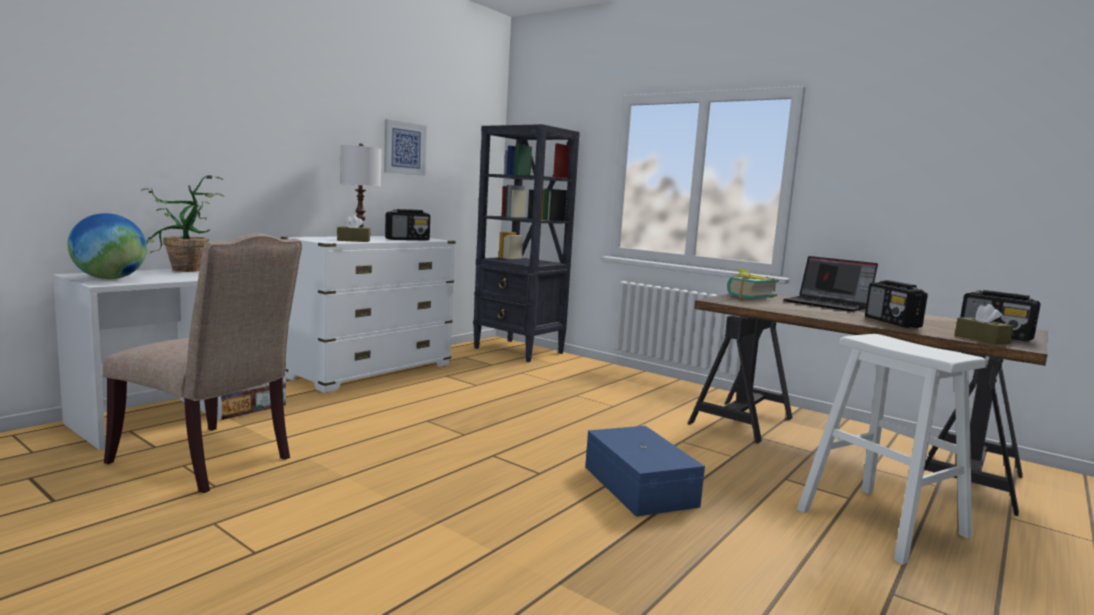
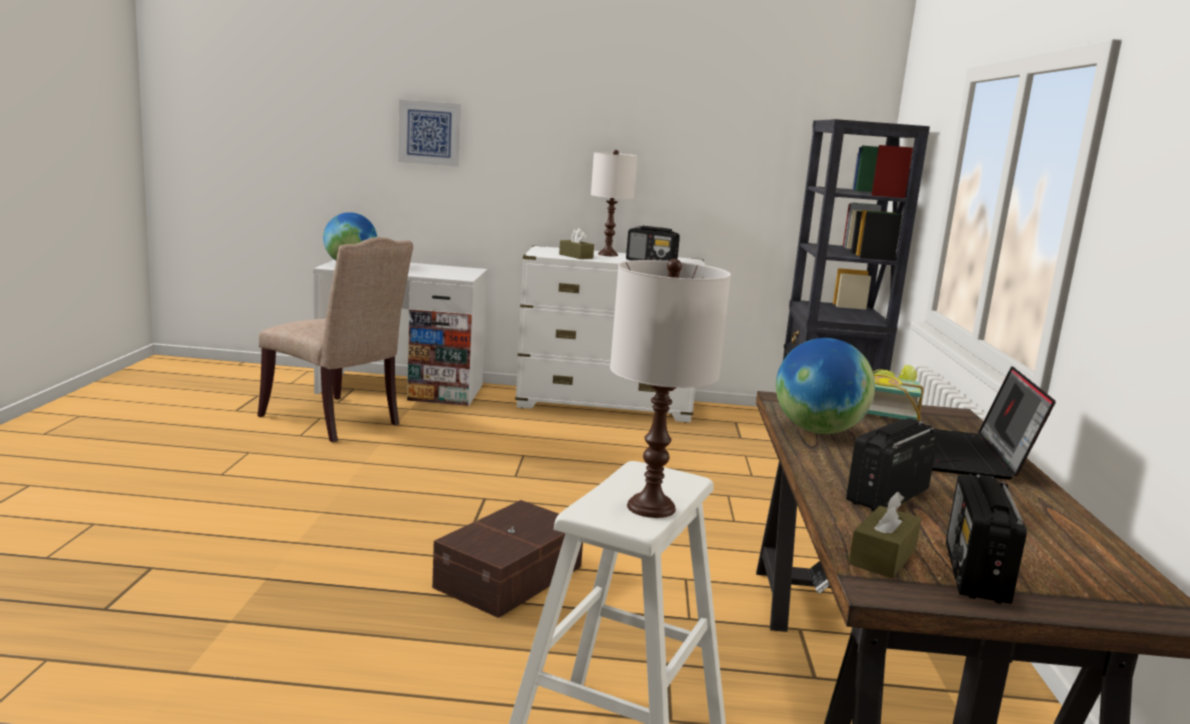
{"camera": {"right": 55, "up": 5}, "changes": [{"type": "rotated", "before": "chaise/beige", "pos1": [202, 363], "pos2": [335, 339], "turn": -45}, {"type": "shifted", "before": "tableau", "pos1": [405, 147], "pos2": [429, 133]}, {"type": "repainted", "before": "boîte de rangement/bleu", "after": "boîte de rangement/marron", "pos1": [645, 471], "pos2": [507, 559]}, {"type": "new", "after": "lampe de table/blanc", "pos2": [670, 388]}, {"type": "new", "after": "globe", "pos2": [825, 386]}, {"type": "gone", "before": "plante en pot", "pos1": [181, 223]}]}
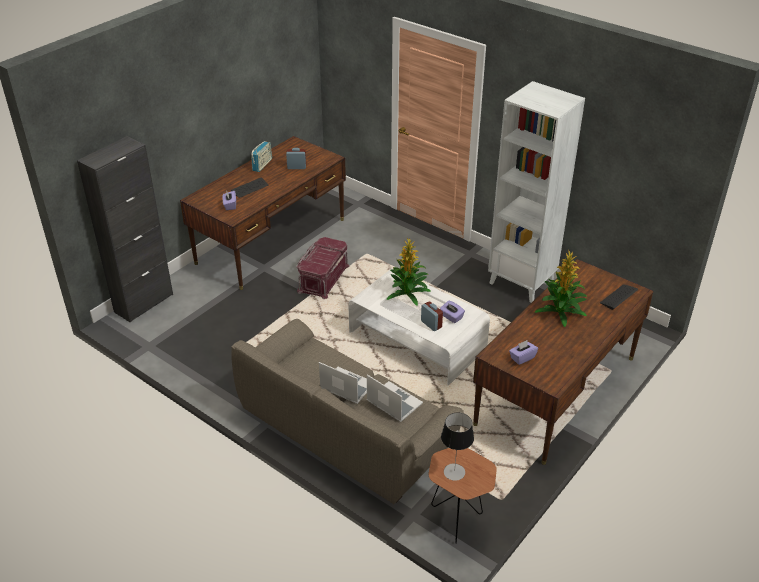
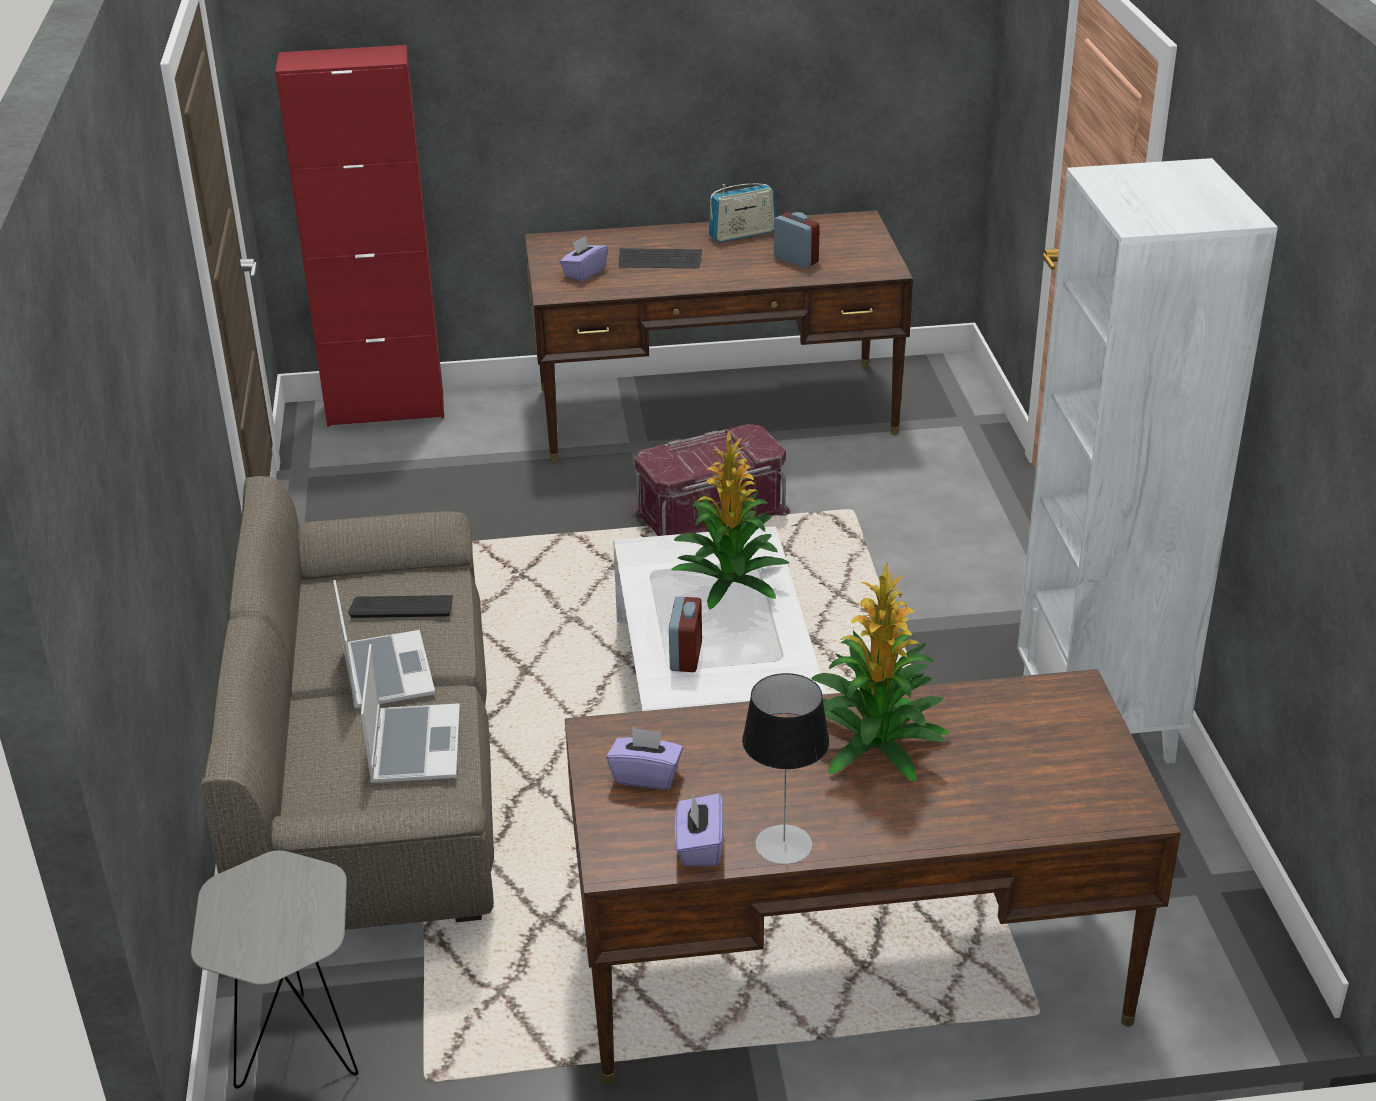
{"camera": {"right": 45, "up": -5}, "changes": [{"type": "repainted", "before": "table d'appoint/marron", "after": "table d'appoint/gris", "pos1": [462, 495], "pos2": [274, 969]}, {"type": "repainted", "before": "meuble de rangement/noir", "after": "meuble de rangement/rouge", "pos1": [125, 229], "pos2": [359, 236]}, {"type": "shifted", "before": "clavier", "pos1": [619, 297], "pos2": [400, 606]}, {"type": "shifted", "before": "boîte à mouchoirs/violet", "pos1": [452, 312], "pos2": [699, 829]}, {"type": "shifted", "before": "lampe de table", "pos1": [457, 446], "pos2": [786, 768]}]}
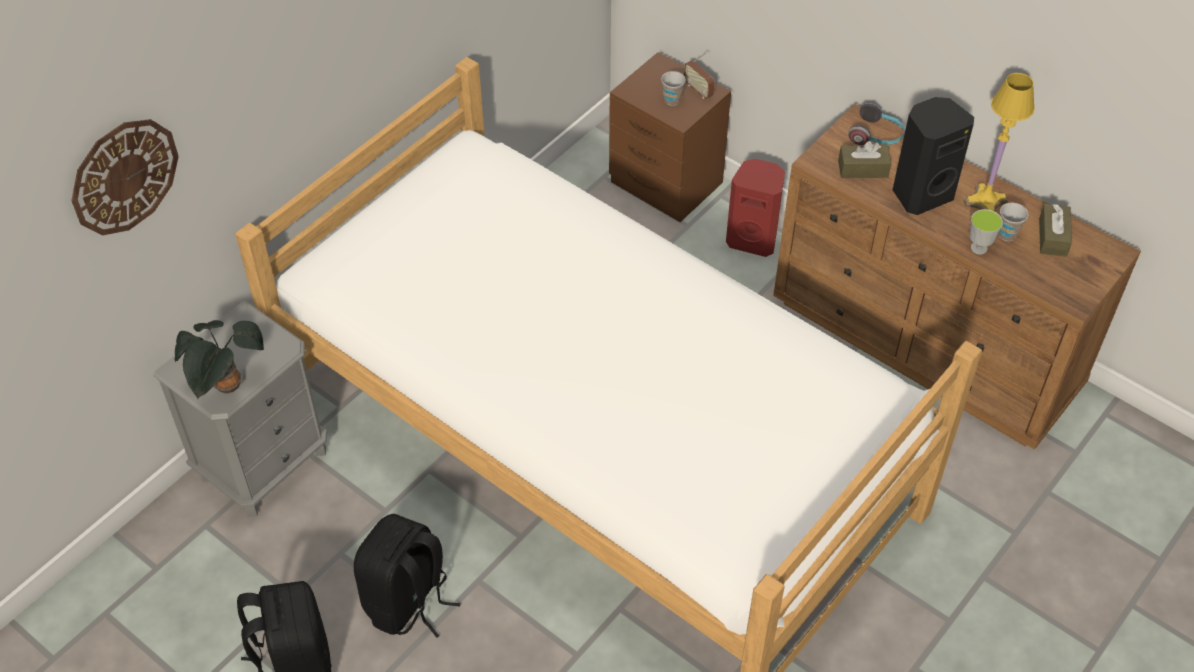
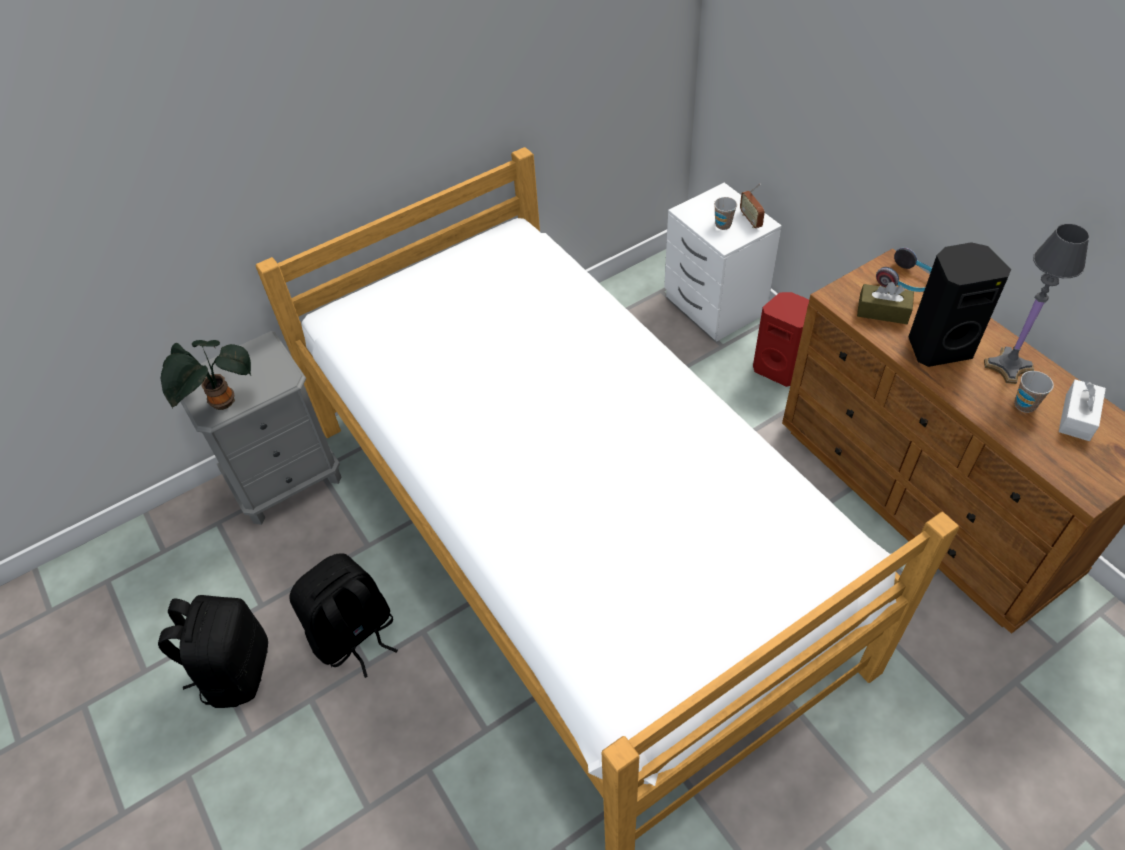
{"camera": {"right": 20, "up": 0}, "changes": [{"type": "repainted", "before": "table de chevet/marron", "after": "table de chevet/blanc", "pos1": [670, 137], "pos2": [723, 262]}, {"type": "repainted", "before": "lampe de table/jaune", "after": "lampe de table/gris", "pos1": [999, 142], "pos2": [1036, 303]}, {"type": "repainted", "before": "boîte à mouchoirs/marron", "after": "boîte à mouchoirs/blanc", "pos1": [1055, 230], "pos2": [1082, 410]}, {"type": "gone", "before": "horloge murale", "pos1": [125, 177]}, {"type": "gone", "before": "tasse", "pos1": [986, 232]}]}
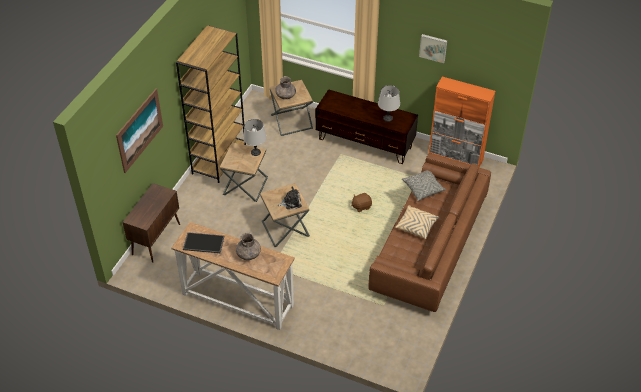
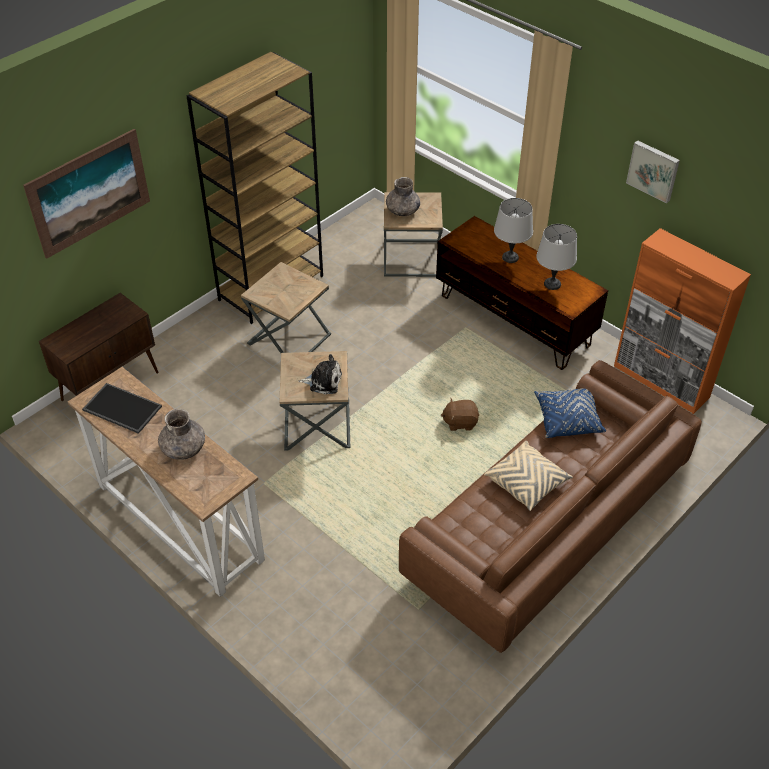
{"camera": {"right": 20, "up": 0}, "changes": [{"type": "shifted", "before": "lampe de table/gris", "pos1": [254, 137], "pos2": [513, 230]}, {"type": "repainted", "before": "coussin/gris", "after": "coussin/bleu", "pos1": [424, 186], "pos2": [570, 413]}]}
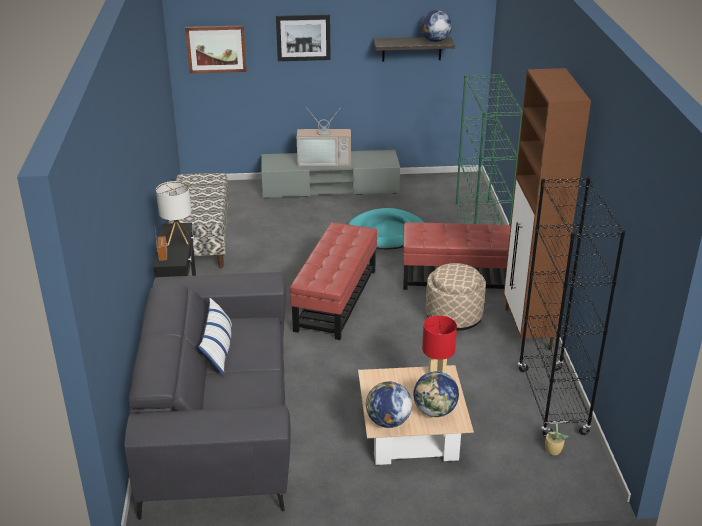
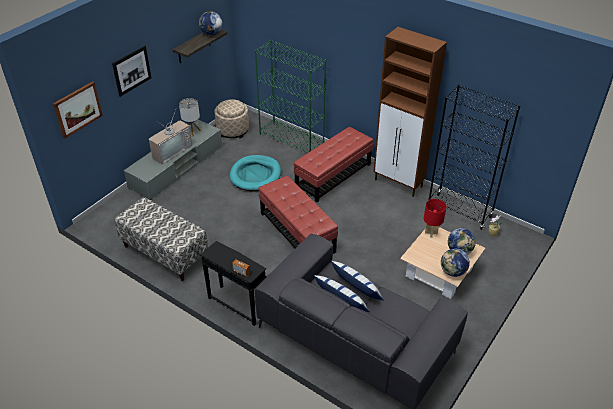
{"camera": {"right": -50, "up": 10}, "changes": [{"type": "shifted", "before": "lampe de table", "pos1": [173, 213], "pos2": [190, 117]}, {"type": "shifted", "before": "pouf/beige", "pos1": [456, 297], "pos2": [231, 118]}, {"type": "new", "after": "coussin", "pos2": [357, 281]}]}
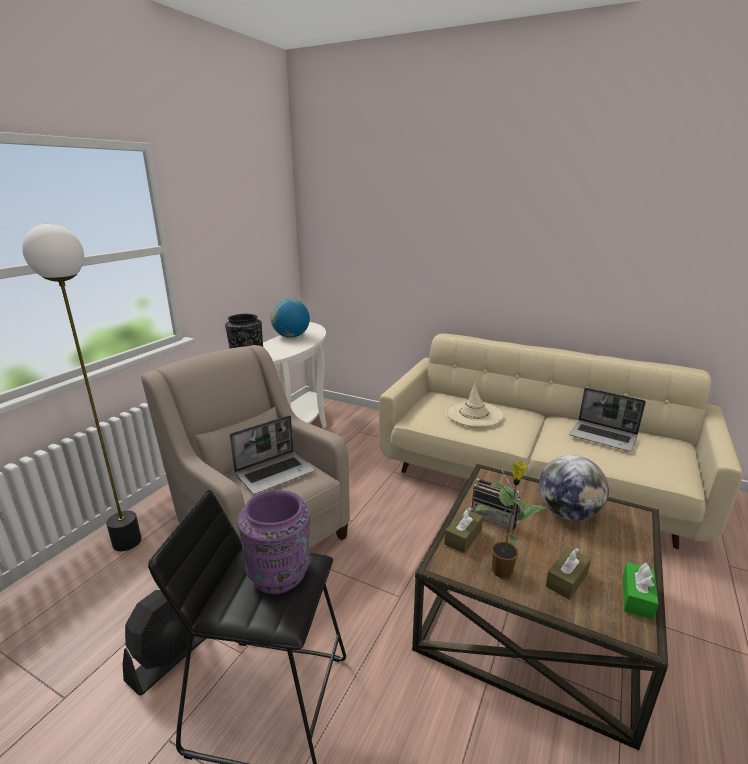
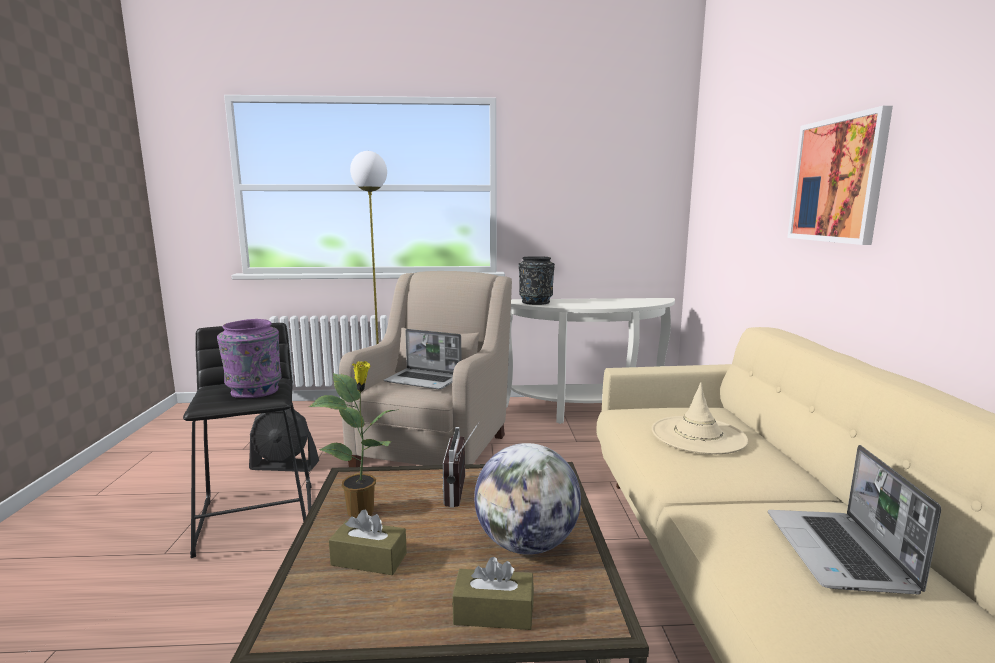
{"camera": {"right": 60, "up": -10}, "changes": [{"type": "shifted", "before": "boîte à mouchoirs/marron", "pos1": [463, 530], "pos2": [493, 593]}, {"type": "new", "after": "tableau", "pos2": [840, 175]}, {"type": "gone", "before": "globe", "pos1": [290, 318]}, {"type": "gone", "before": "boîte à mouchoirs/vert", "pos1": [640, 591]}]}
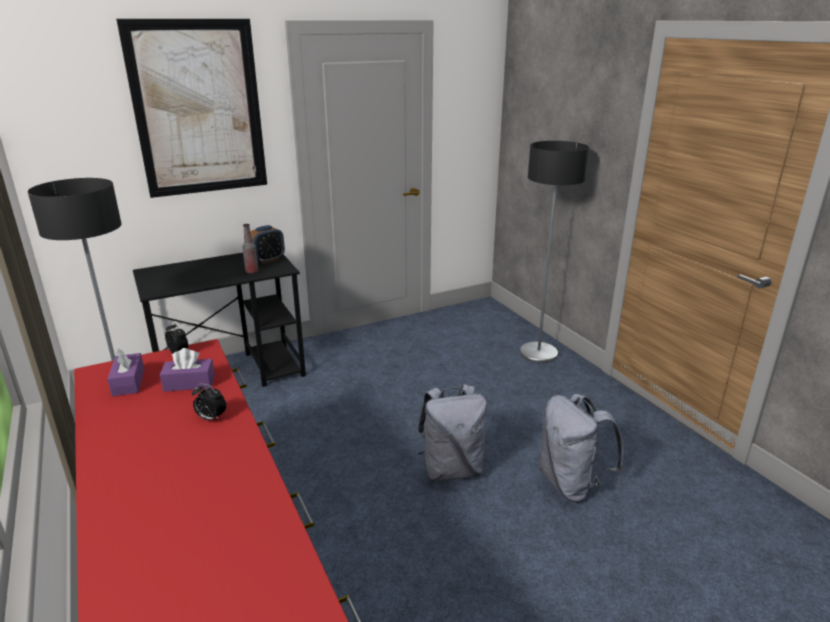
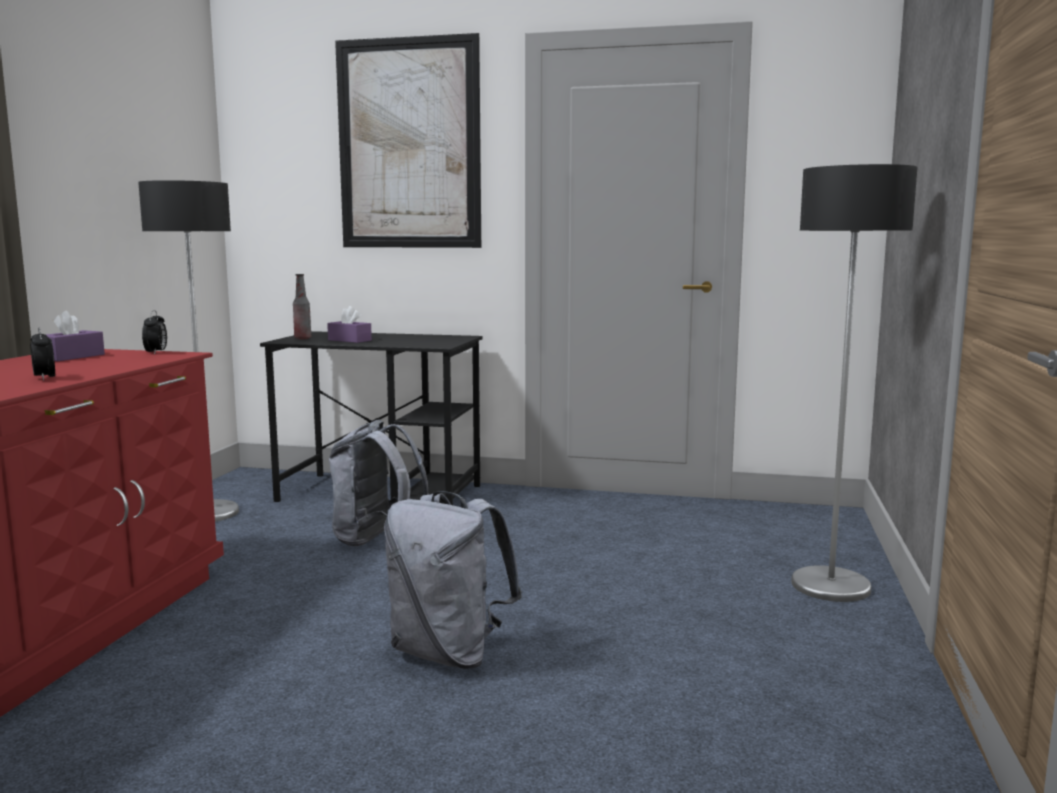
{"camera": {"right": 40, "up": -15}, "changes": [{"type": "shifted", "before": "bouteille", "pos1": [250, 249], "pos2": [302, 306]}, {"type": "shifted", "before": "boîte à mouchoirs/violet", "pos1": [187, 370], "pos2": [349, 324]}, {"type": "shifted", "before": "sac à dos/gris", "pos1": [581, 448], "pos2": [379, 483]}, {"type": "gone", "before": "réveil", "pos1": [267, 244]}]}
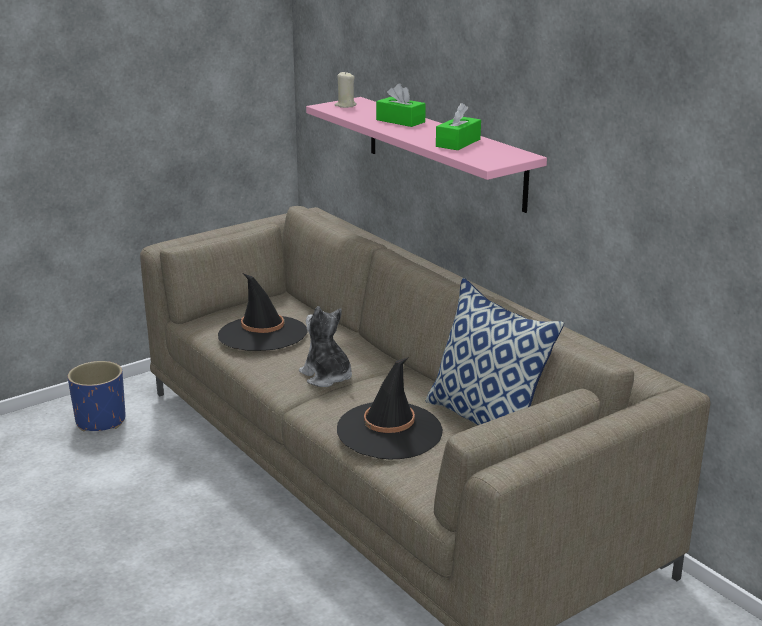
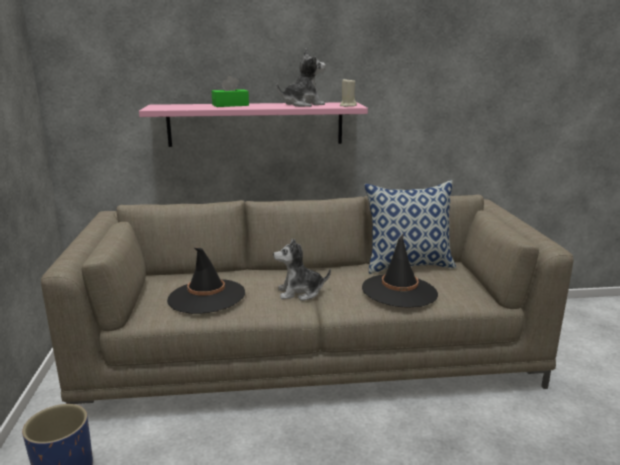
{"camera": {"right": -60, "up": -5}, "changes": [{"type": "swapped", "before": "boîte à mouchoirs/vert", "after": "peluche", "pos1": [458, 126], "pos2": [301, 77]}, {"type": "shifted", "before": "bougie/beige", "pos1": [345, 89], "pos2": [348, 92]}]}
